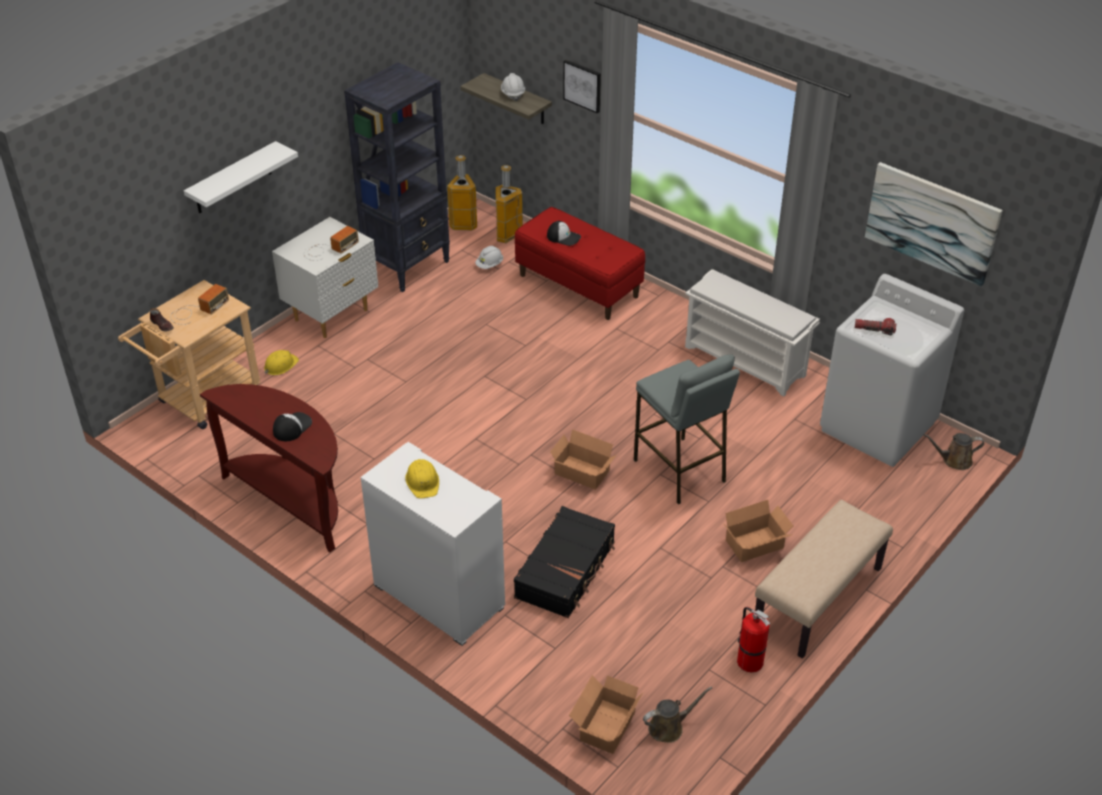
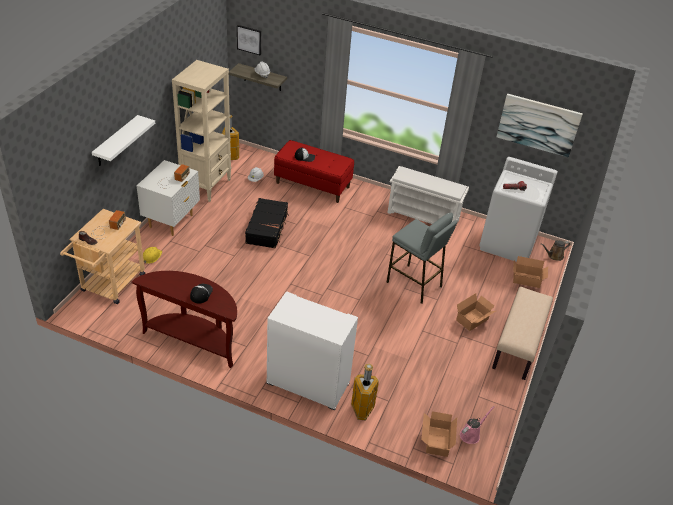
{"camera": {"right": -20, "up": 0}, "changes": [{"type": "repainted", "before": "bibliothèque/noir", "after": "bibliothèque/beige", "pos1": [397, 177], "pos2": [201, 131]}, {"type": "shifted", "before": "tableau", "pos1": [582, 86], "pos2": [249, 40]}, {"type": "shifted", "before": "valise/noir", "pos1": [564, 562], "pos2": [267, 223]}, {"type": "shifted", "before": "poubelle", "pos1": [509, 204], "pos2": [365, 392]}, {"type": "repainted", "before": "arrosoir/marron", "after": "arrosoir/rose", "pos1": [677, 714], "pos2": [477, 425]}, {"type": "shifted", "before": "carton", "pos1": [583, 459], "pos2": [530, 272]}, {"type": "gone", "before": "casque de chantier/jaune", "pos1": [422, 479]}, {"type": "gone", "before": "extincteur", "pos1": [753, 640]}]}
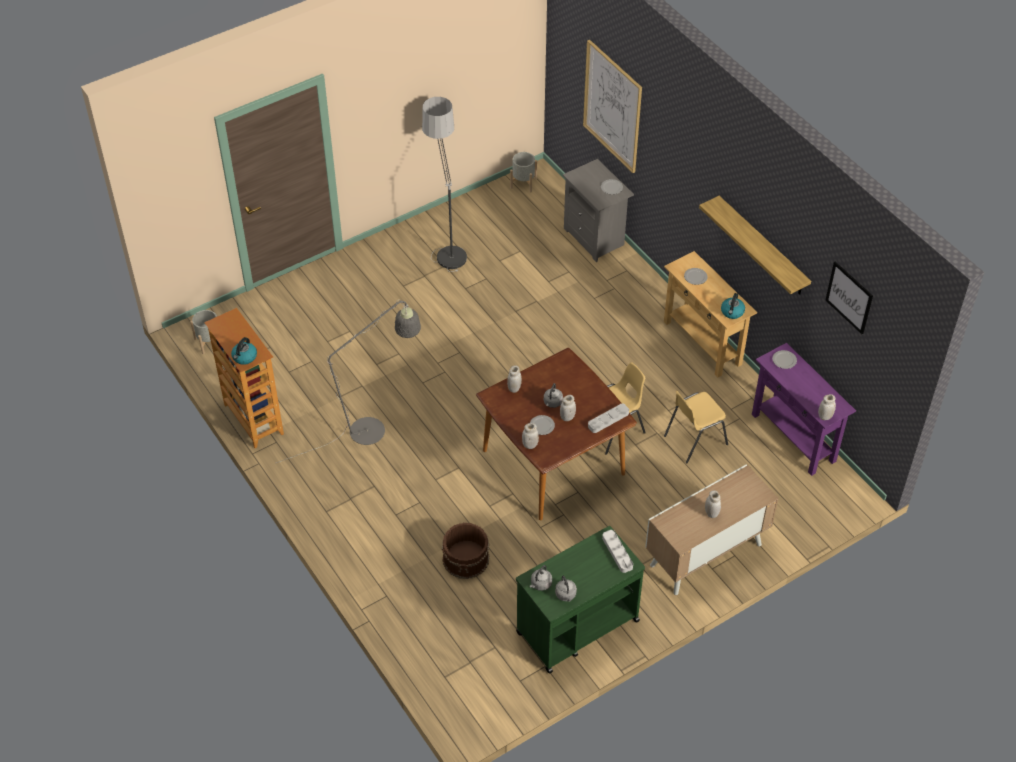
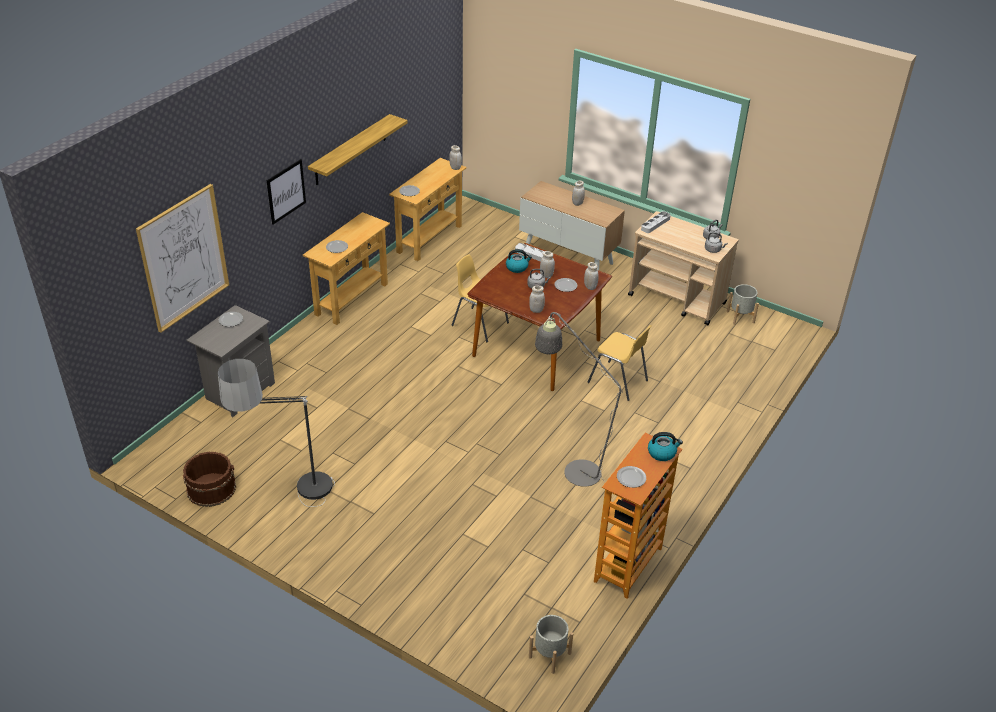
{"camera": {"right": -115, "up": -10}, "changes": [{"type": "shifted", "before": "seau/marron", "pos1": [465, 551], "pos2": [209, 479]}, {"type": "shifted", "before": "tableau", "pos1": [849, 298], "pos2": [286, 191]}, {"type": "repainted", "before": "table console/violet", "after": "table console/beige", "pos1": [804, 409], "pos2": [428, 209]}, {"type": "shifted", "before": "bouilloire", "pos1": [733, 306], "pos2": [519, 261]}, {"type": "shifted", "before": "chaise/jaune", "pos1": [696, 427], "pos2": [620, 363]}, {"type": "new", "after": "assiette", "pos2": [631, 477]}, {"type": "repainted", "before": "chariot/vert", "after": "chariot/beige", "pos1": [580, 600], "pos2": [683, 268]}, {"type": "shifted", "before": "cache-pot/gris", "pos1": [523, 172], "pos2": [743, 304]}]}
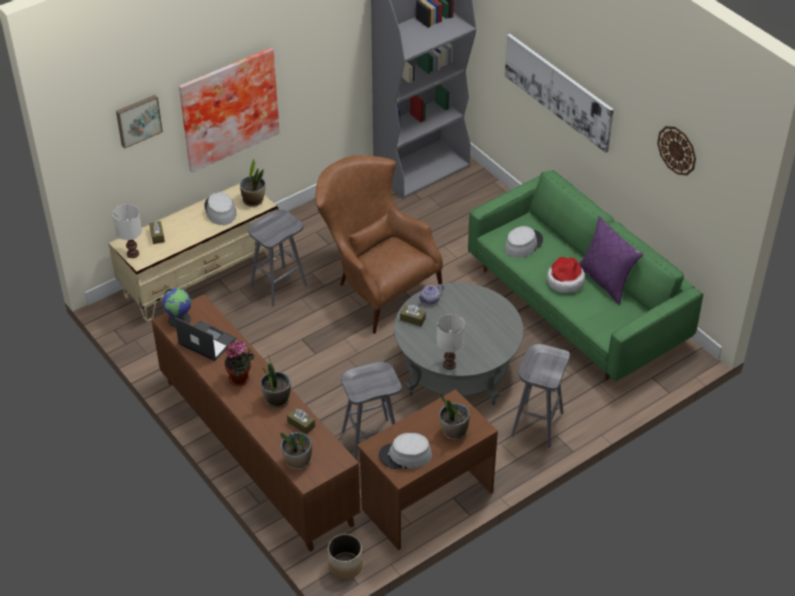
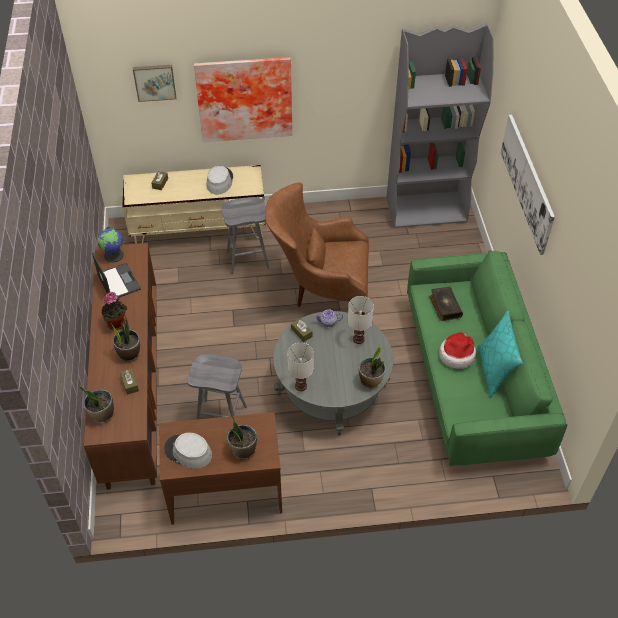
{"camera": {"right": 30, "up": 5}, "changes": [{"type": "rotated", "before": "fauteuil/marron", "pos1": [379, 244], "pos2": [317, 248], "turn": -75}, {"type": "shifted", "before": "lampe de table/blanc", "pos1": [127, 231], "pos2": [361, 320]}, {"type": "shifted", "before": "plante en pot", "pos1": [252, 182], "pos2": [372, 366]}, {"type": "swapped", "before": "chapeau/gris", "after": "livre", "pos1": [523, 242], "pos2": [446, 304]}, {"type": "repainted", "before": "coussin/violet", "after": "coussin/turquoise", "pos1": [611, 260], "pos2": [500, 354]}, {"type": "gone", "before": "cache-pot", "pos1": [345, 556]}, {"type": "gone", "before": "tabouret/gris", "pos1": [540, 396]}, {"type": "gone", "before": "horloge murale", "pos1": [676, 150]}]}
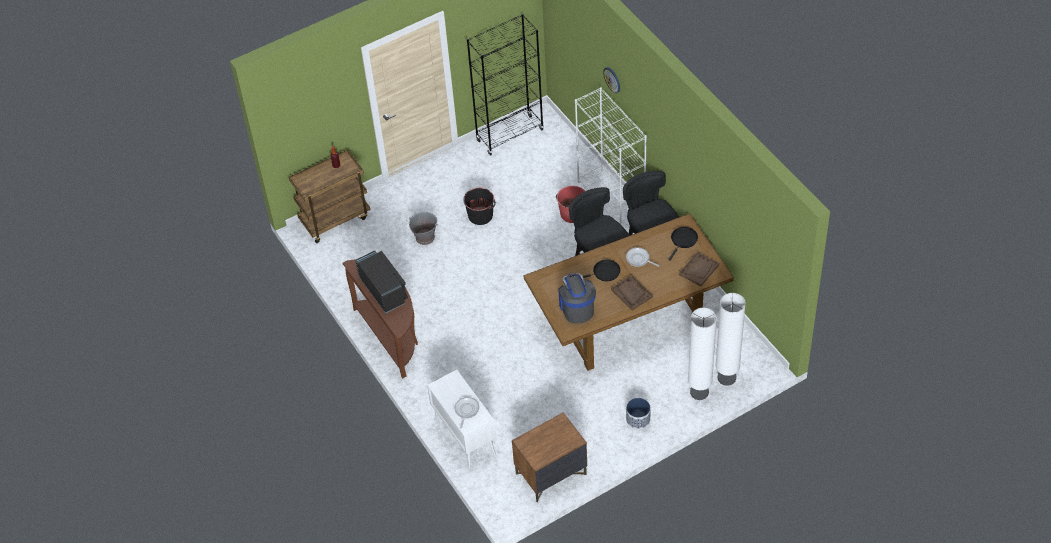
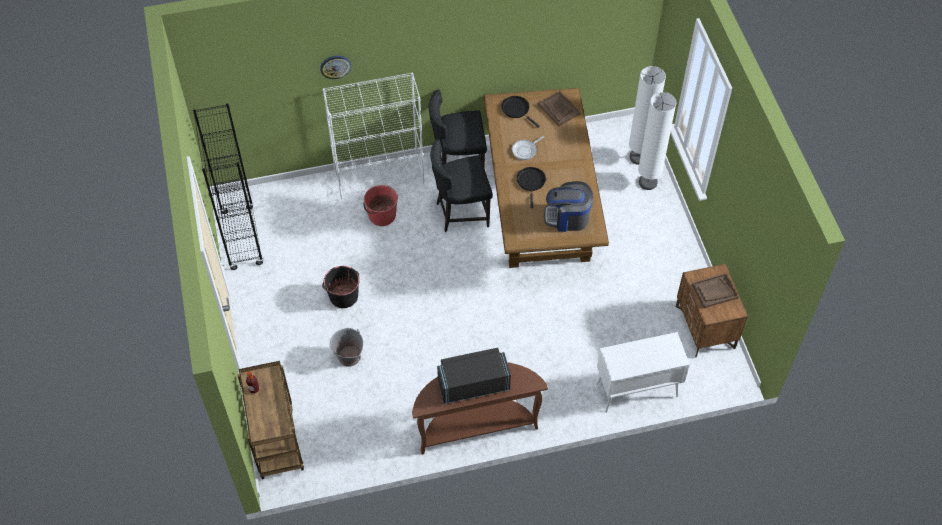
{"camera": {"right": -75, "up": 5}, "changes": [{"type": "shifted", "before": "plateau/marron", "pos1": [632, 292], "pos2": [715, 290]}, {"type": "gone", "before": "poêle", "pos1": [467, 413]}, {"type": "gone", "before": "cache-pot", "pos1": [638, 413]}]}
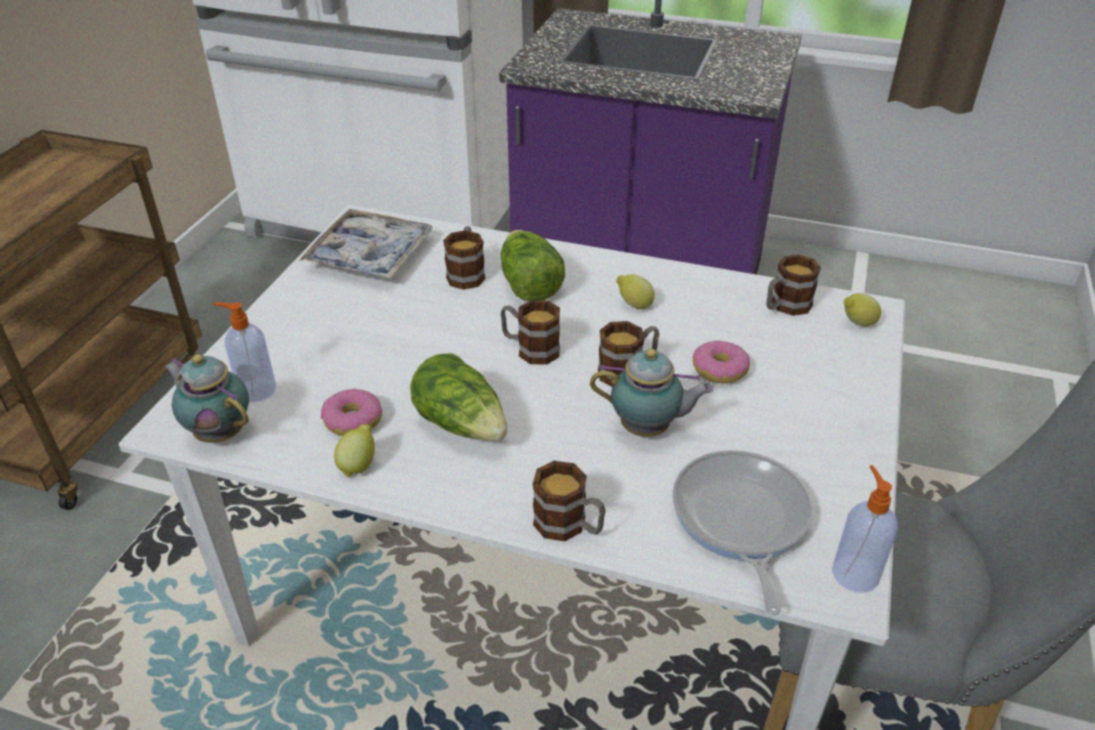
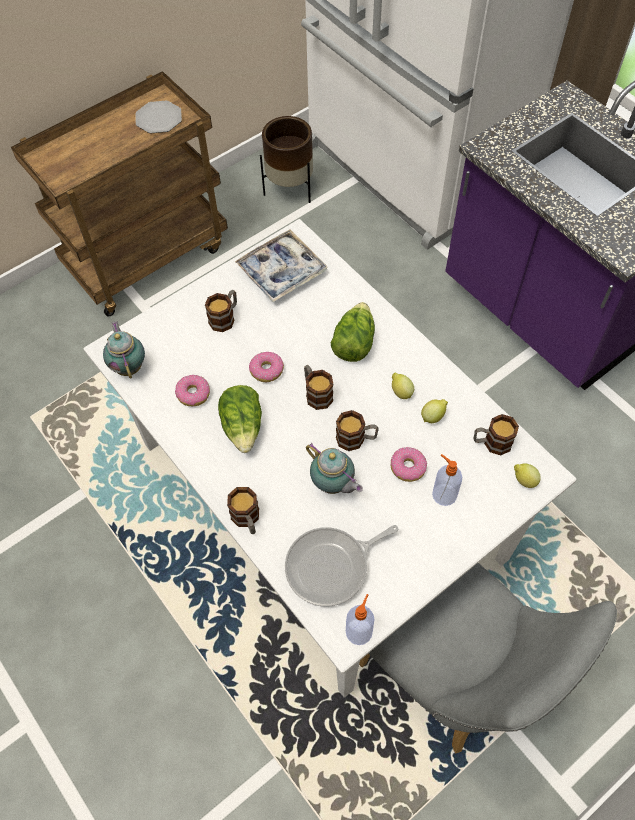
{"camera": {"right": 35, "up": 20}, "changes": [{"type": "new", "after": "assiette", "pos2": [159, 117]}, {"type": "shifted", "before": "mug", "pos1": [464, 258], "pos2": [221, 311]}, {"type": "new", "after": "beignet", "pos2": [266, 367]}, {"type": "new", "after": "cache-pot/marron", "pos2": [286, 159]}, {"type": "rotated", "before": "poêle", "pos1": [743, 533], "pos2": [341, 566], "turn": -150}, {"type": "shifted", "before": "citron", "pos1": [354, 451], "pos2": [434, 411]}, {"type": "shifted", "before": "distributeur de savon", "pos1": [245, 352], "pos2": [447, 480]}]}
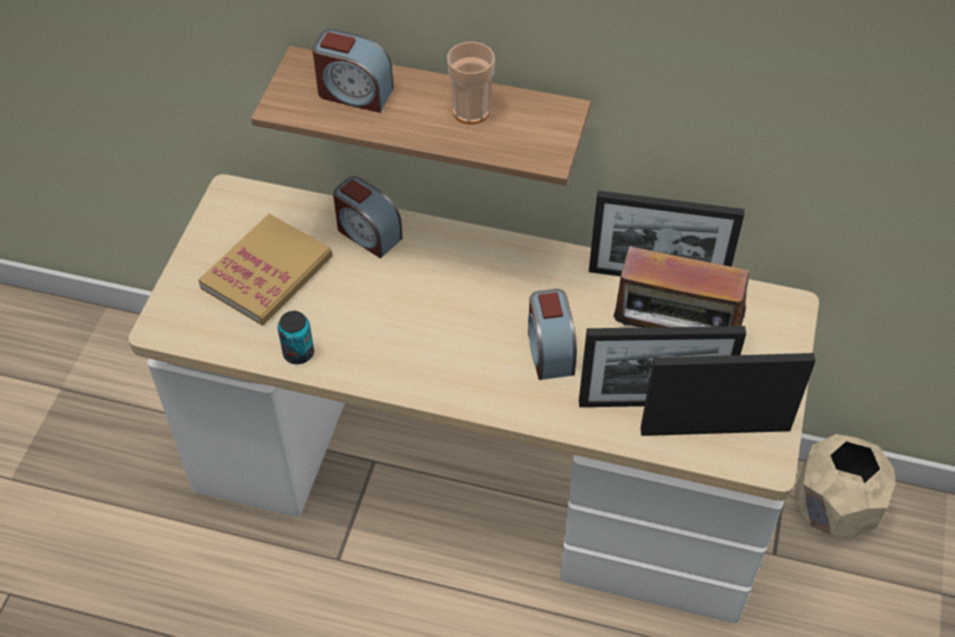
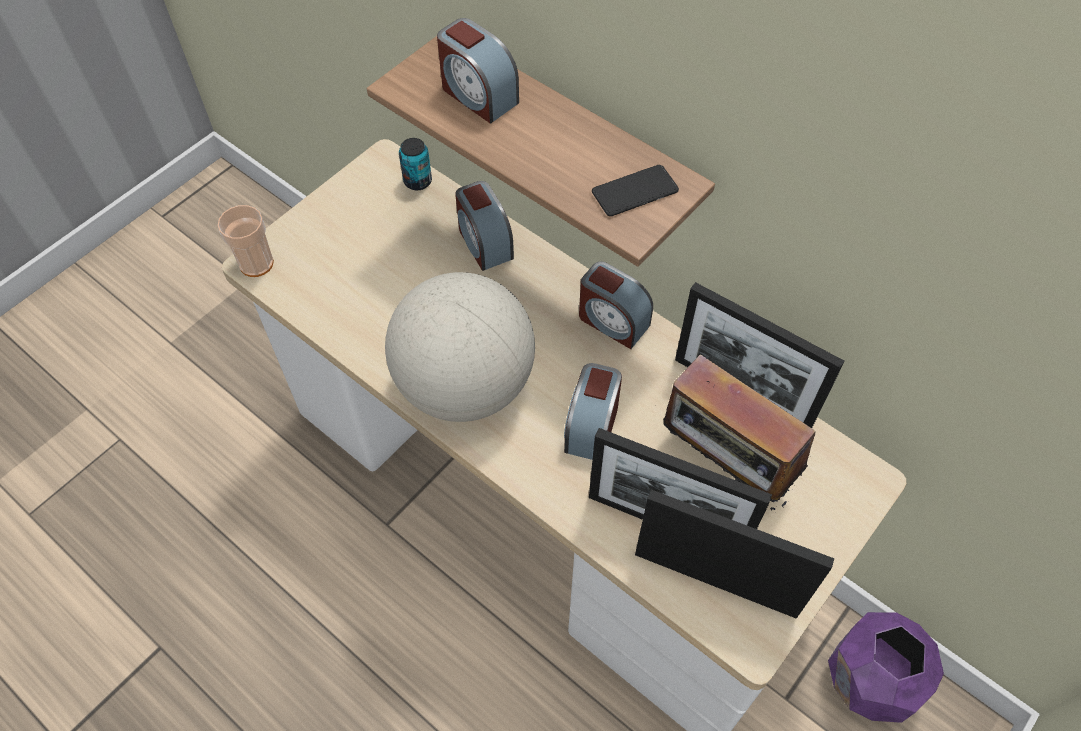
{"camera": {"right": 25, "up": 5}, "changes": [{"type": "shifted", "before": "tasse", "pos1": [471, 83], "pos2": [245, 241]}, {"type": "new", "after": "globe", "pos2": [460, 347]}, {"type": "shifted", "before": "boîte métallique", "pos1": [296, 337], "pos2": [415, 164]}, {"type": "new", "after": "réveil", "pos2": [616, 305]}, {"type": "new", "after": "téléphone", "pos2": [635, 190]}, {"type": "repainted", "before": "cache-pot/beige", "after": "cache-pot/violet", "pos1": [845, 486], "pos2": [886, 667]}, {"type": "gone", "before": "livre", "pos1": [265, 269]}]}
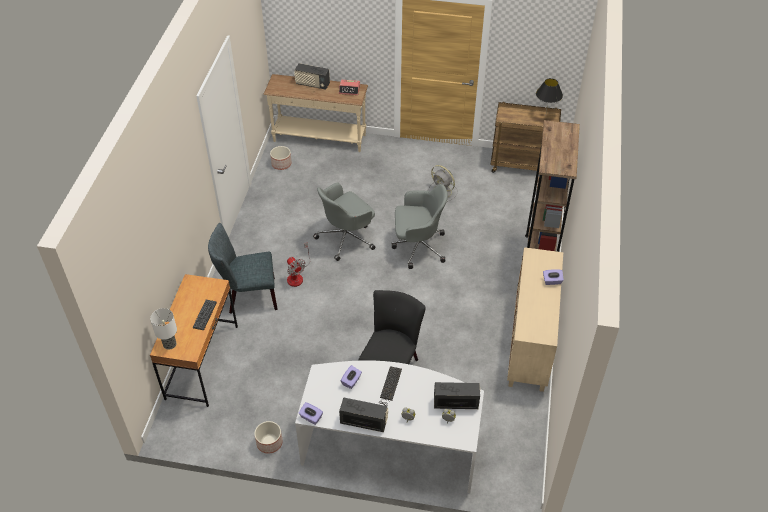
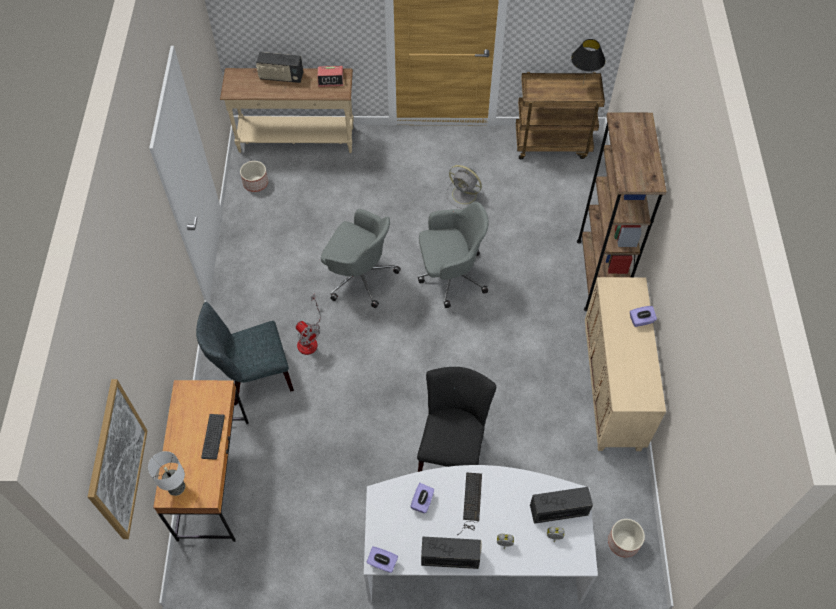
{"camera": {"right": -10, "up": 10}, "changes": [{"type": "new", "after": "tableau", "pos2": [117, 459]}, {"type": "rotated", "before": "chaise de bureau/gris", "pos1": [344, 221], "pos2": [361, 258], "turn": -105}, {"type": "shifted", "before": "cache-pot", "pos1": [268, 437], "pos2": [626, 538]}]}
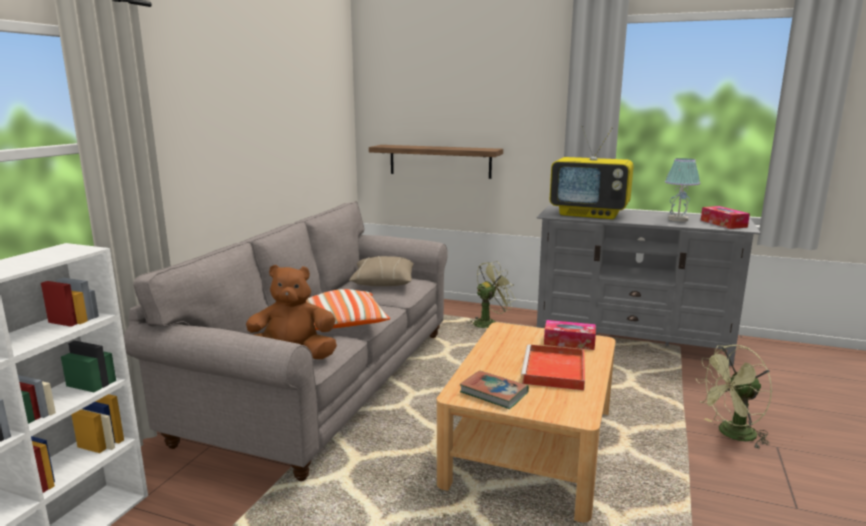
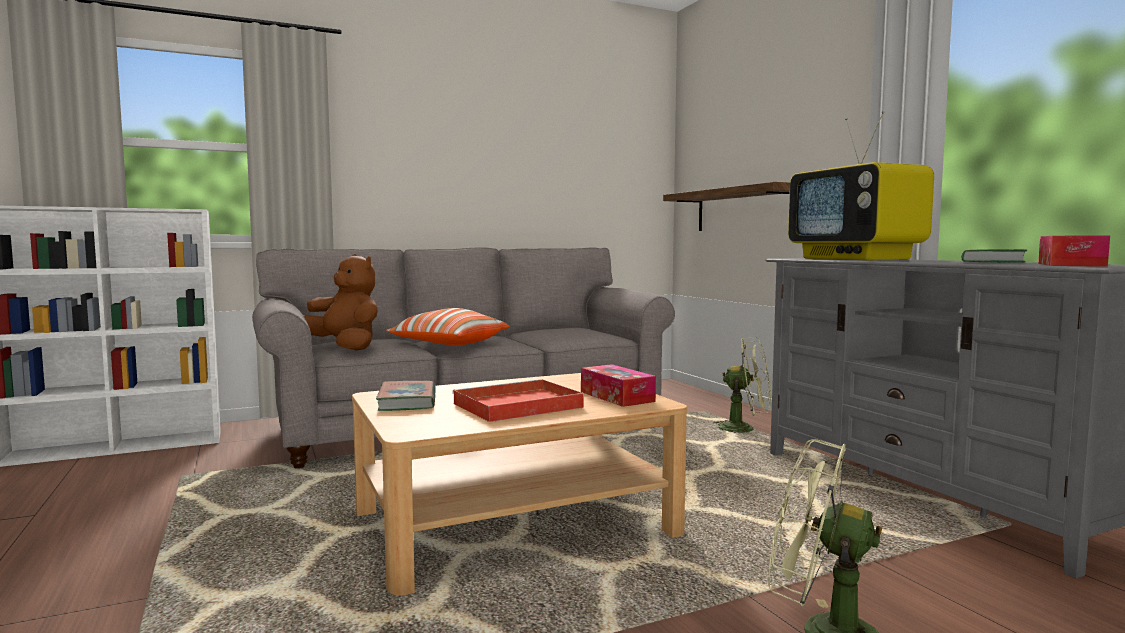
{"camera": {"right": 45, "up": -10}, "changes": [{"type": "swapped", "before": "lampe de table", "after": "livre", "pos1": [682, 190], "pos2": [994, 256]}, {"type": "gone", "before": "coussin/beige", "pos1": [381, 271]}]}
